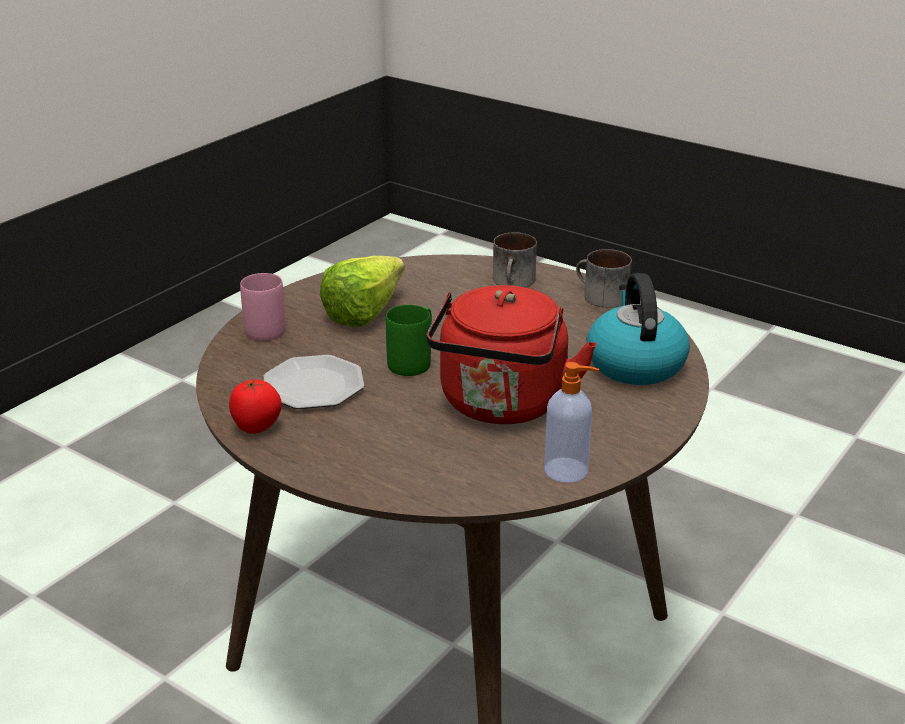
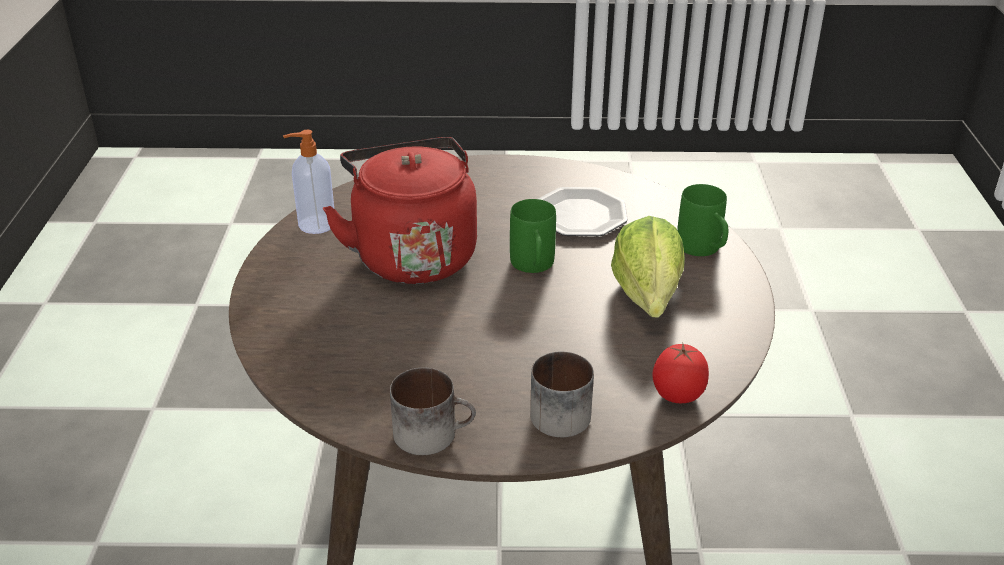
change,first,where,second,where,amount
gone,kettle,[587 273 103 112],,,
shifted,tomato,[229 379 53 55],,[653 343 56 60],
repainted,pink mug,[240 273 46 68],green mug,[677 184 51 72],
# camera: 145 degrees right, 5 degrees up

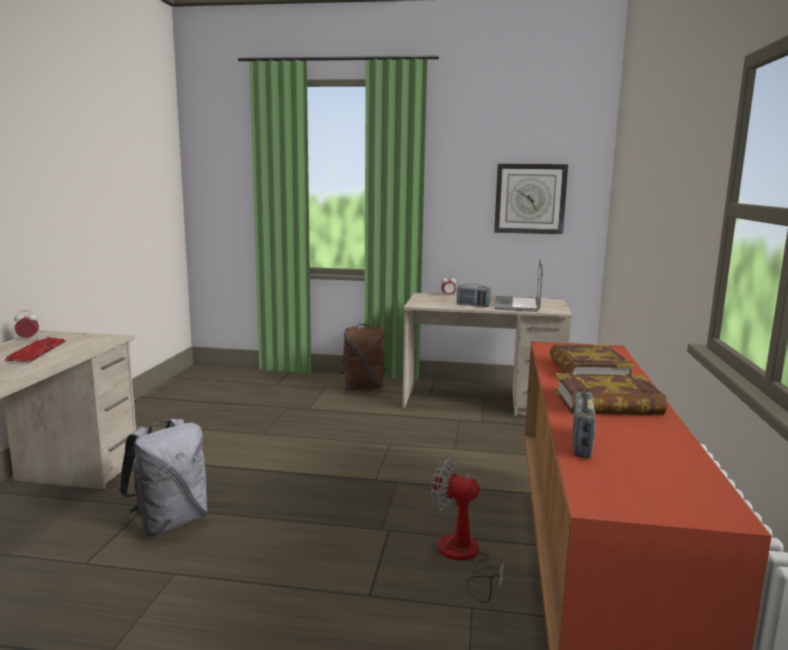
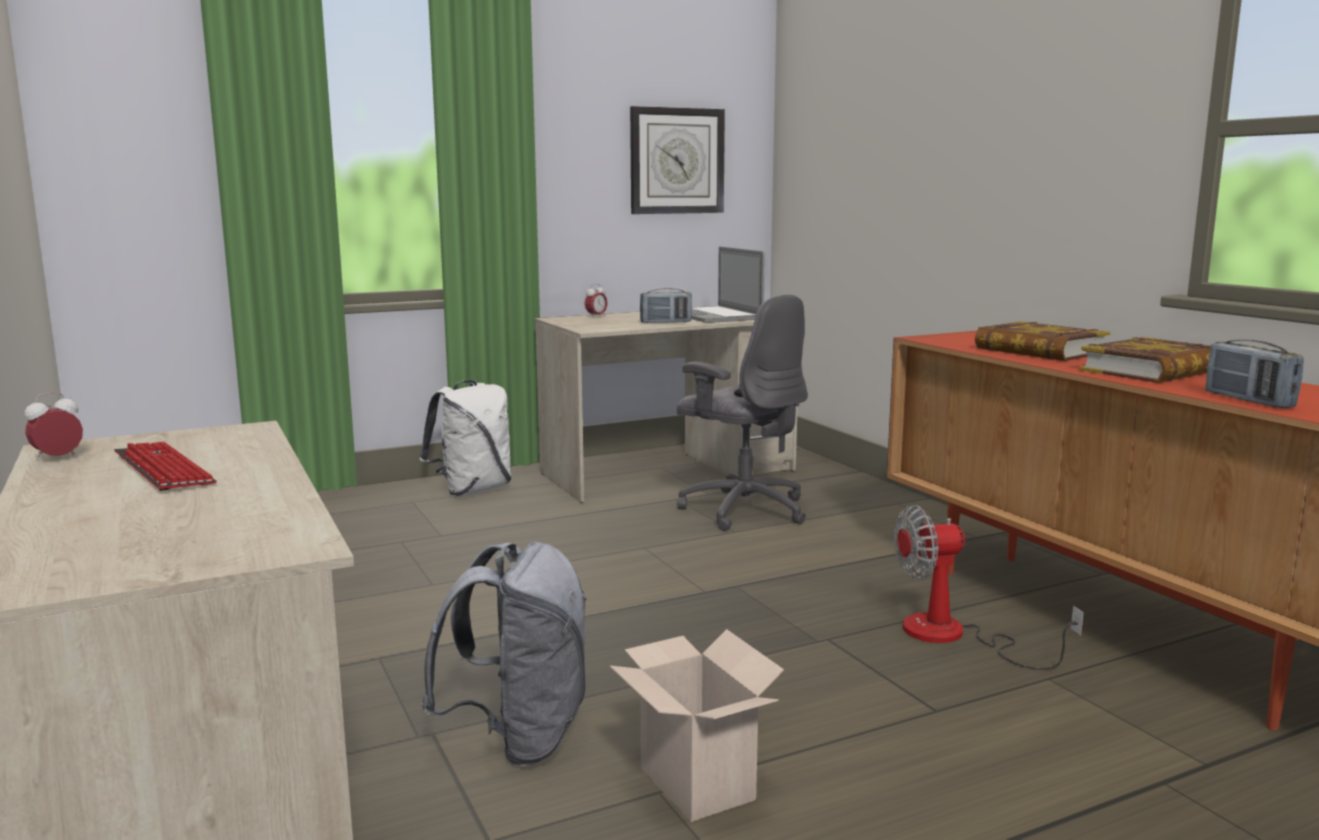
change,first,where,second,where,amount
new,,,cardboard box,[610 629 174 193],
new,,,grey office chair,[677 295 131 236],
repainted,brown backpack,[340 324 46 66],white backpack,[420 380 91 117],
# camera: 35 degrees left, 0 degrees up

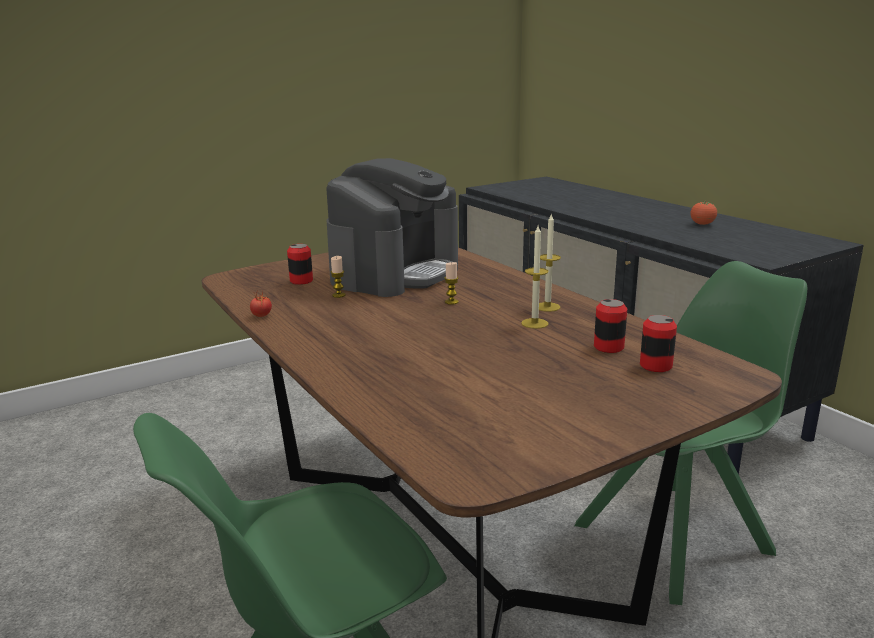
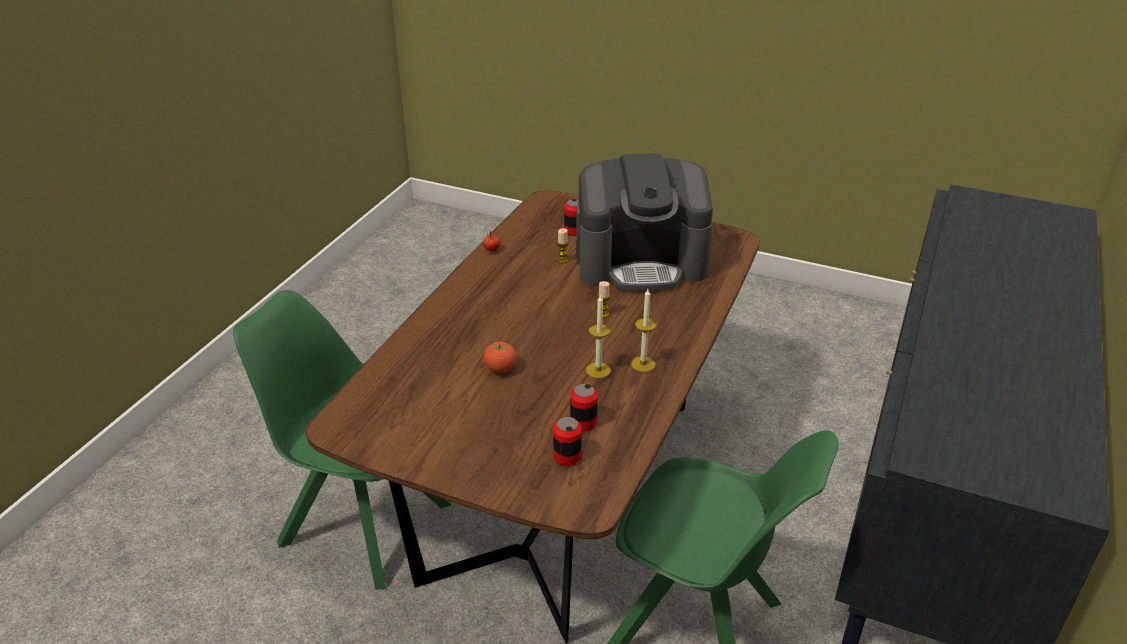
change,first,where,second,where,amount
shifted,tomato,[690 200 27 25],,[483 342 34 31],
# camera: 55 degrees right, 15 degrees up

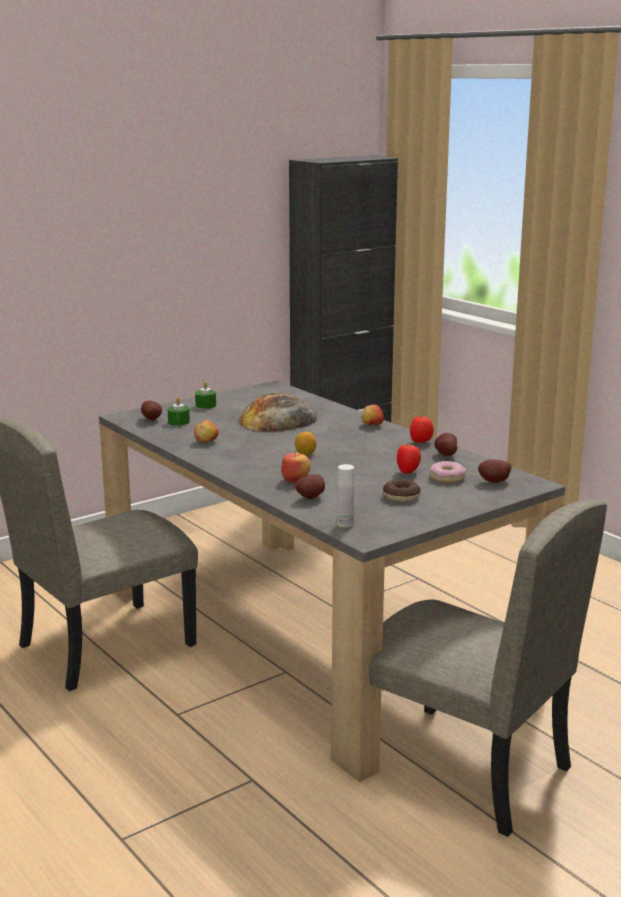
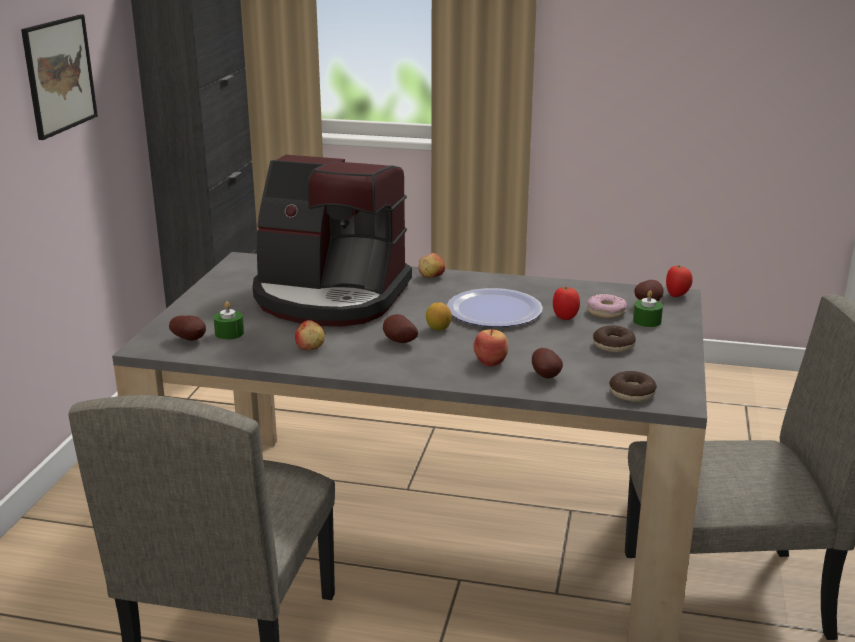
change,first,where,second,where,amount
new,,,picture,[21 14 77 126],
new,,,plate,[447 288 96 39],
shifted,green candle,[195 382 21 27],,[633 291 30 36],
shifted,tomato,[410 415 24 28],,[666 265 27 32],
shifted,potato,[434 433 23 23],,[383 314 35 29],
swapped,bread,[239 393 79 39],coffee machine,[253 155 159 171],
swapped,white bottle,[337 464 17 64],donut,[609 371 48 31],
# camera: 40 degrees left, 5 degrees up

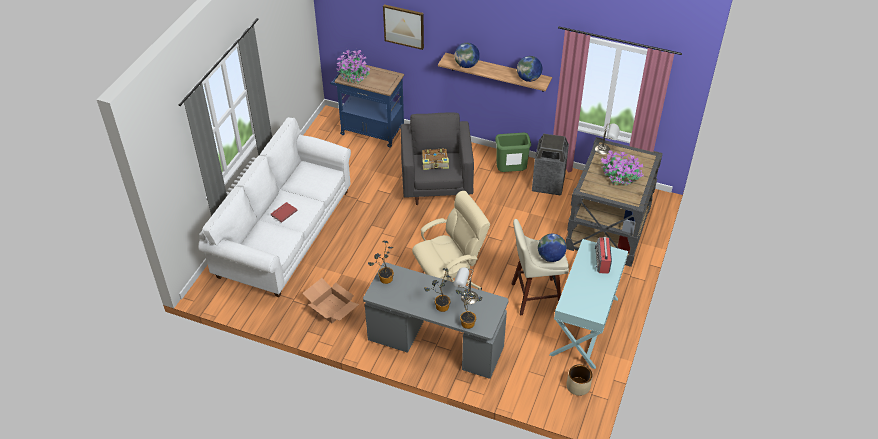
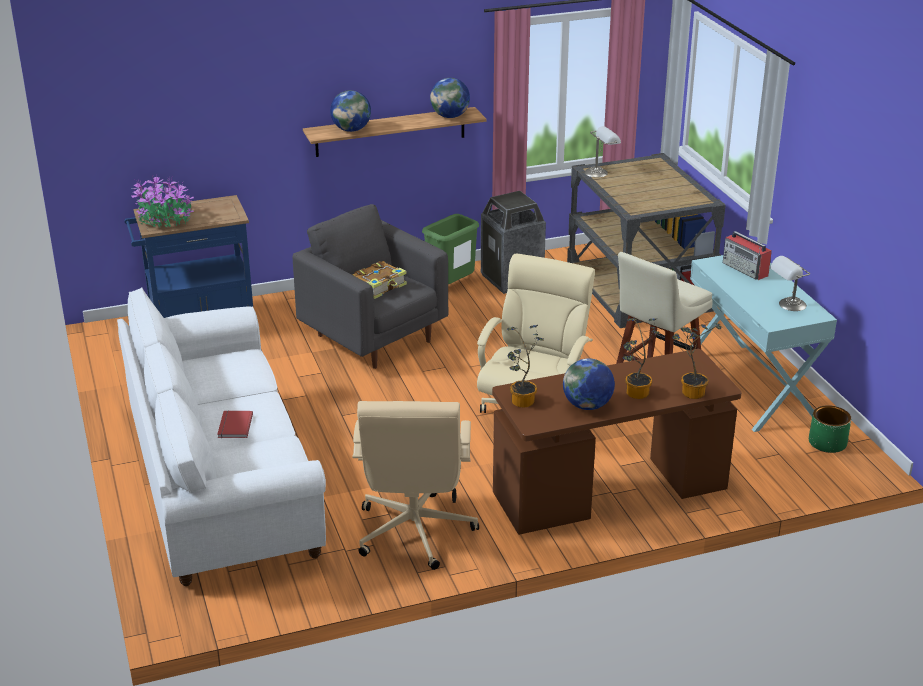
change,first,where,second,where,amount
gone,picture,[383 4 41 46],,,
gone,potted plant,[601 150 43 36],,,
shifted,white table lamp,[453 267 25 37],,[770 256 40 55],
shifted,globe,[538 234 28 28],,[563 358 52 52],
swapped,cardboard box,[303 278 56 45],beige office chair,[352 401 127 169],
repainted,grey desk,[363 262 146 117],brown desk,[492 349 250 186],
repainted,beige planter,[567 364 26 32],green planter,[809 405 42 48],
# camera: 40 degrees left, 15 degrees down

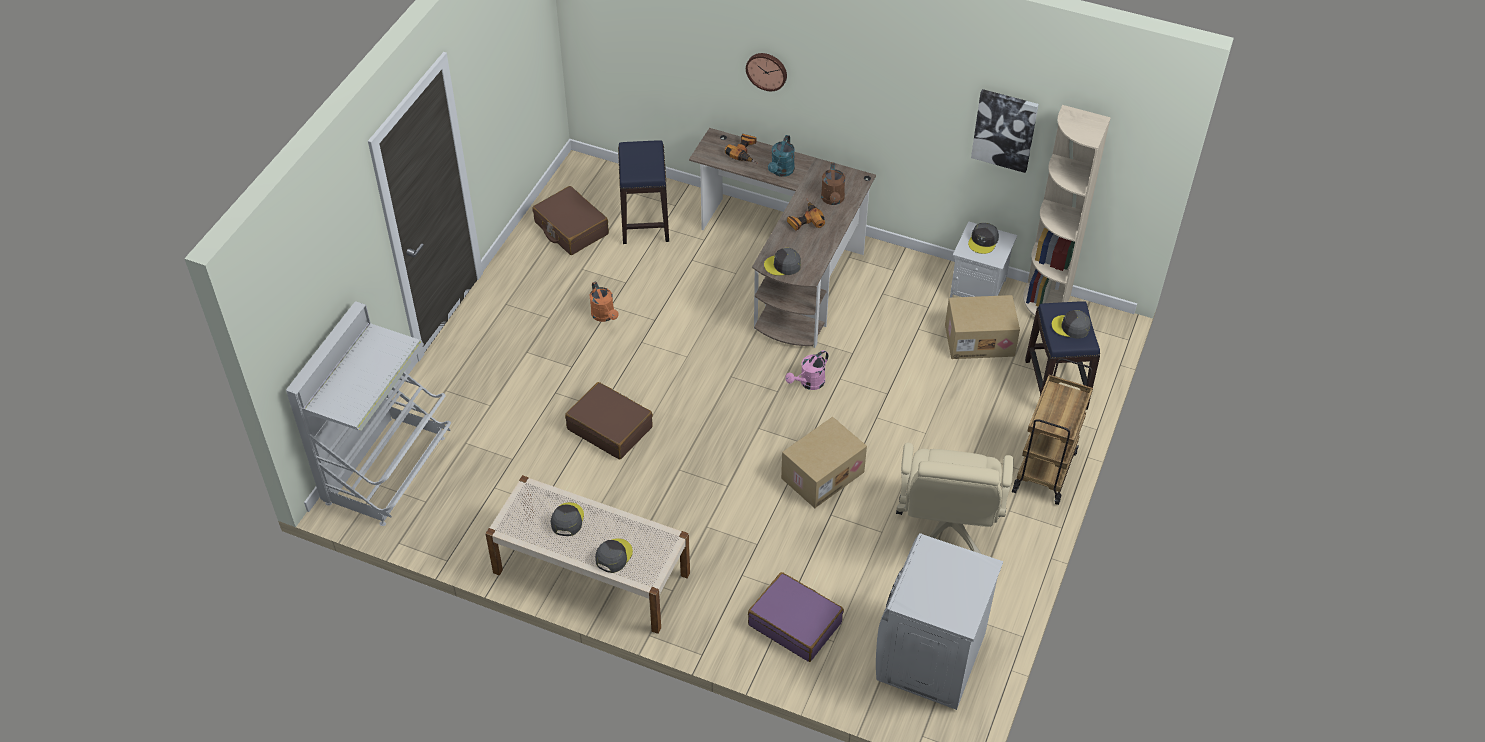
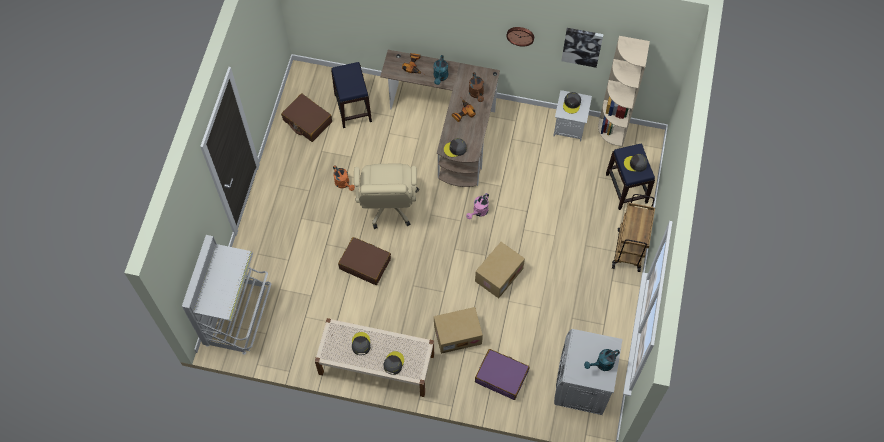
change,first,where,second,where,amount
new,,,turquoise watering can,[584 349 36 22],
shifted,wall clock,[746 53 41 38],,[506 27 28 20],
shifted,beige office chair,[896 443 117 111],,[354 163 65 66],
shifted,cardboard box,[945 295 75 64],,[434 307 49 47],
# camera: 10 degrees left, 15 degrees up

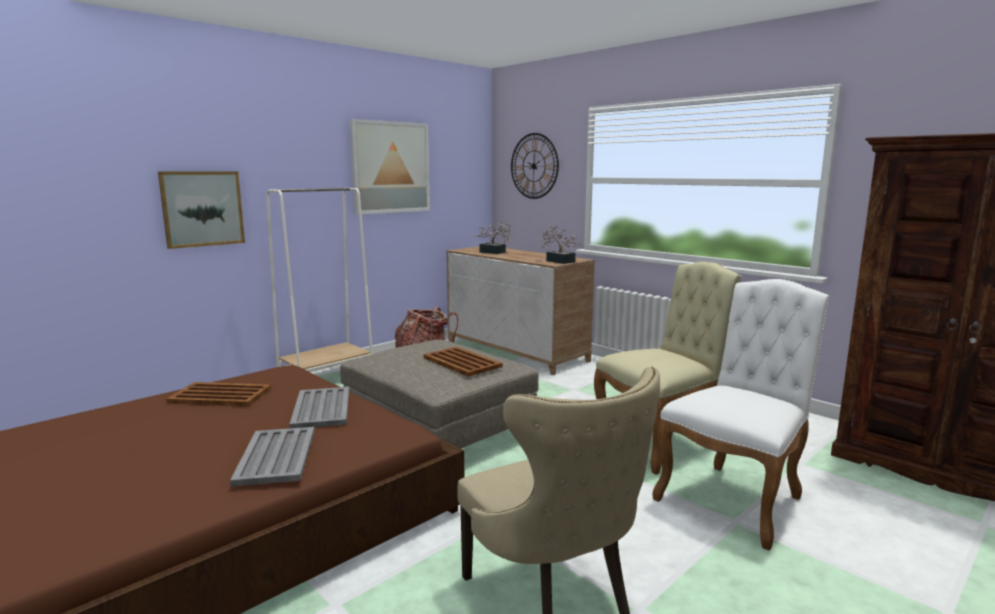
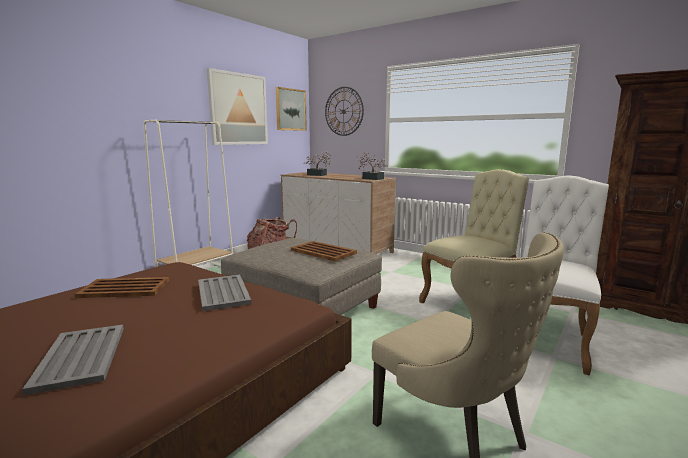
change,first,where,second,where,amount
shifted,picture,[158 172 87 77],,[276 87 31 44],
shifted,grey tray,[230 427 85 59],,[22 325 102 70],
# camera: 10 degrees left, 0 degrees up

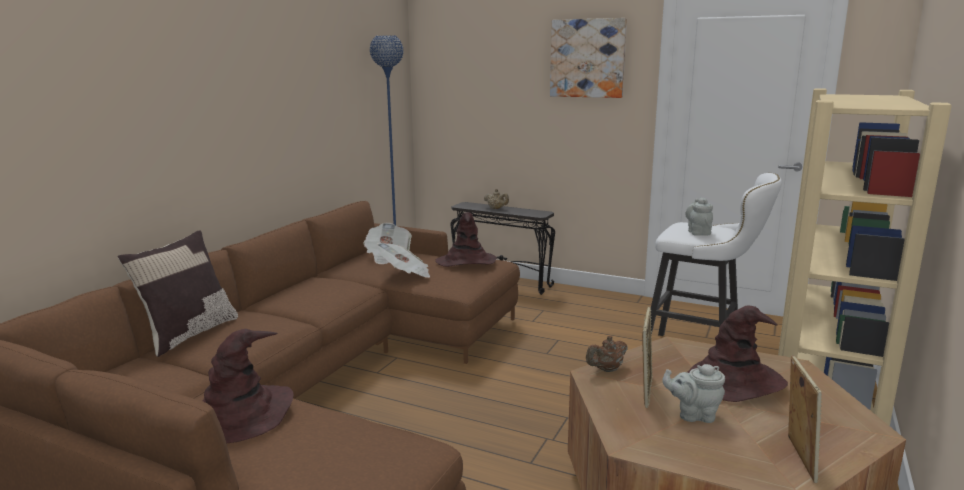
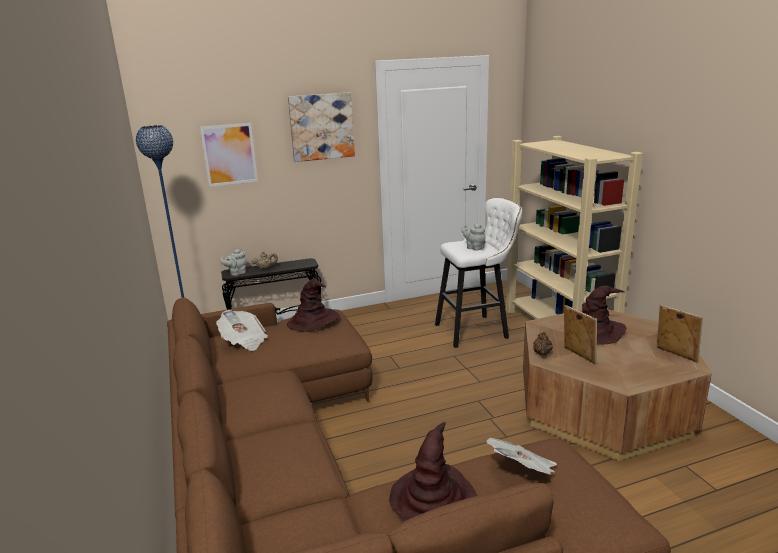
change,first,where,second,where,amount
gone,pillow,[118 230 120 127],,,
new,,,picture,[200 123 58 64],
shifted,newspaper,[377 243 53 35],,[486 438 71 37],
shifted,grey teapot,[662 364 63 59],,[220 249 26 27],
# camera: 45 degrees left, 5 degrees up

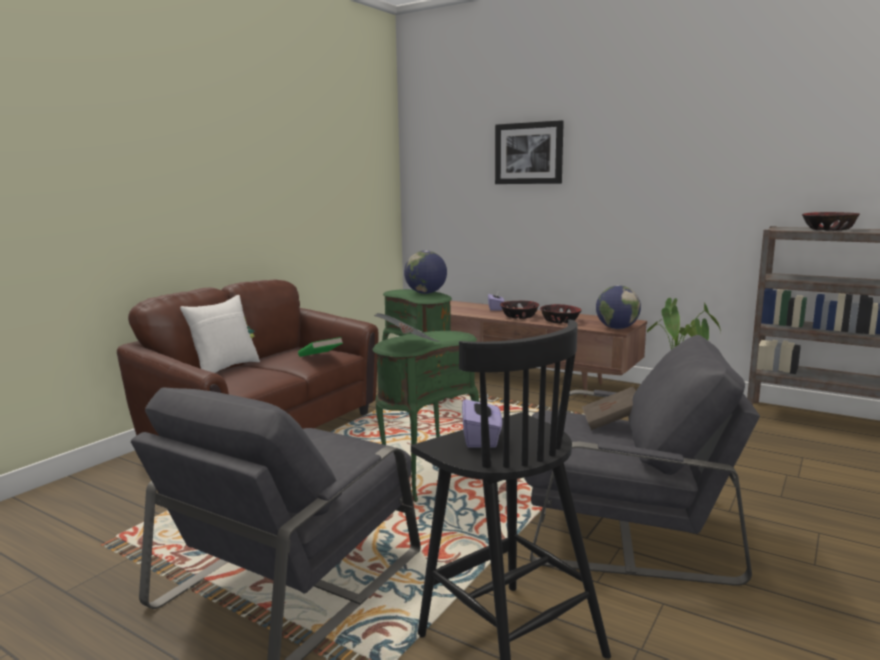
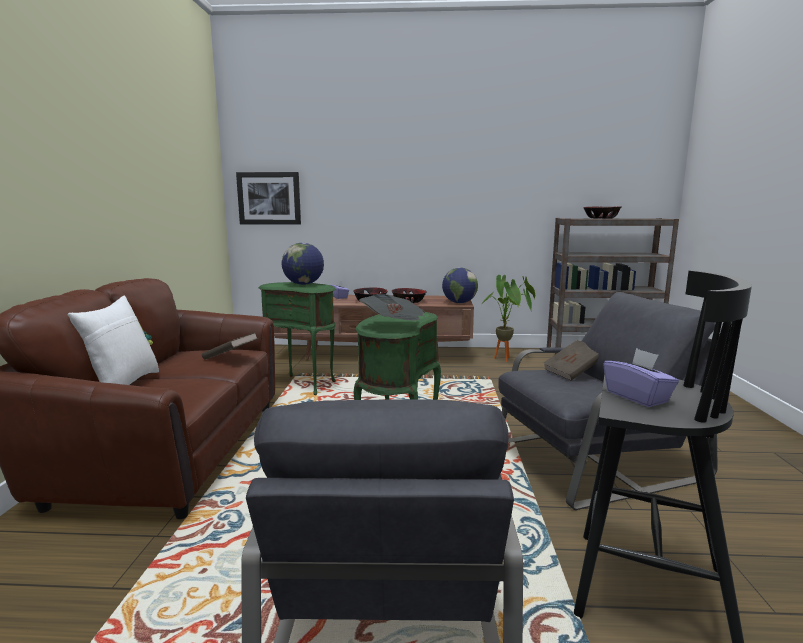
change,first,where,second,where,amount
shifted,picture,[495 120 69 64],,[236 172 65 53],
repainted,green book,[298 337 45 20],brown book,[202 332 56 28],
# camera: 30 degrees left, 0 degrees up

